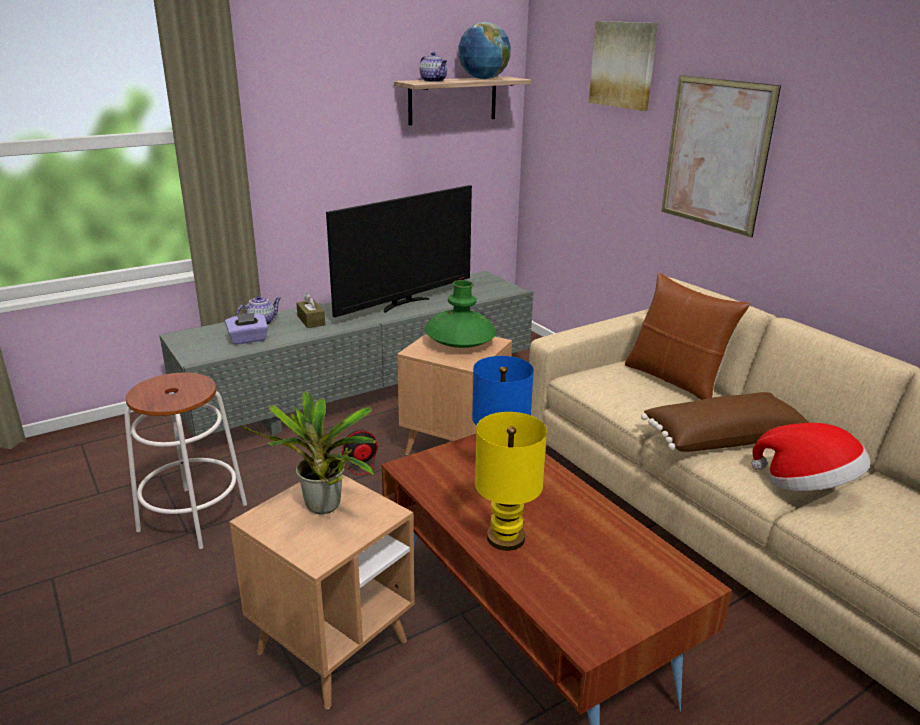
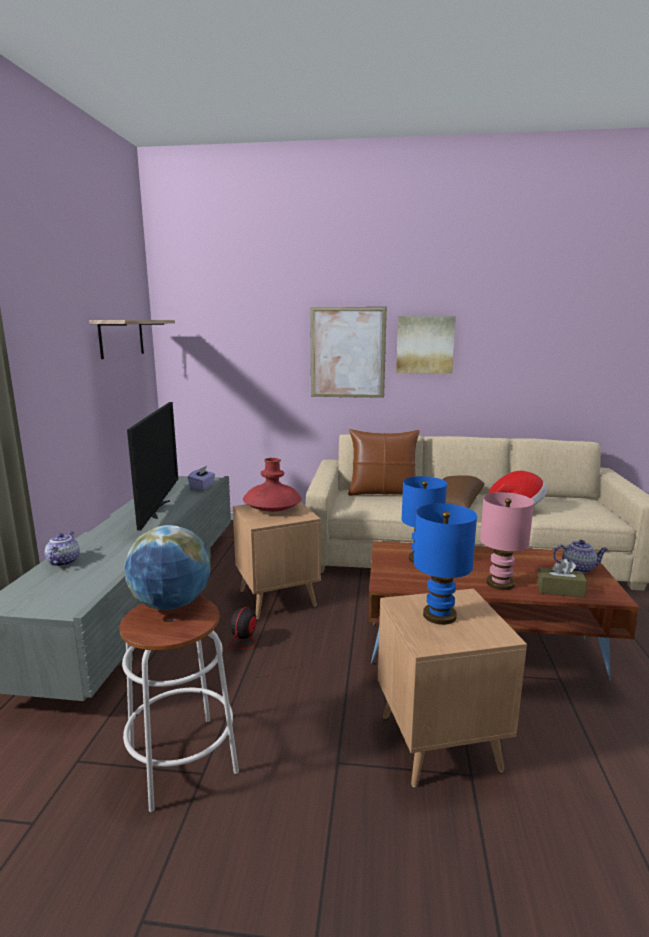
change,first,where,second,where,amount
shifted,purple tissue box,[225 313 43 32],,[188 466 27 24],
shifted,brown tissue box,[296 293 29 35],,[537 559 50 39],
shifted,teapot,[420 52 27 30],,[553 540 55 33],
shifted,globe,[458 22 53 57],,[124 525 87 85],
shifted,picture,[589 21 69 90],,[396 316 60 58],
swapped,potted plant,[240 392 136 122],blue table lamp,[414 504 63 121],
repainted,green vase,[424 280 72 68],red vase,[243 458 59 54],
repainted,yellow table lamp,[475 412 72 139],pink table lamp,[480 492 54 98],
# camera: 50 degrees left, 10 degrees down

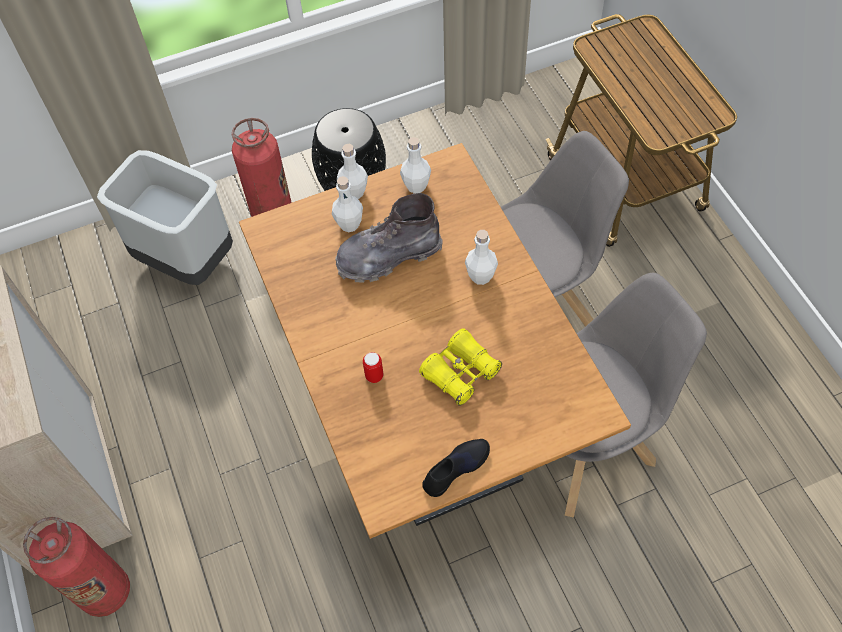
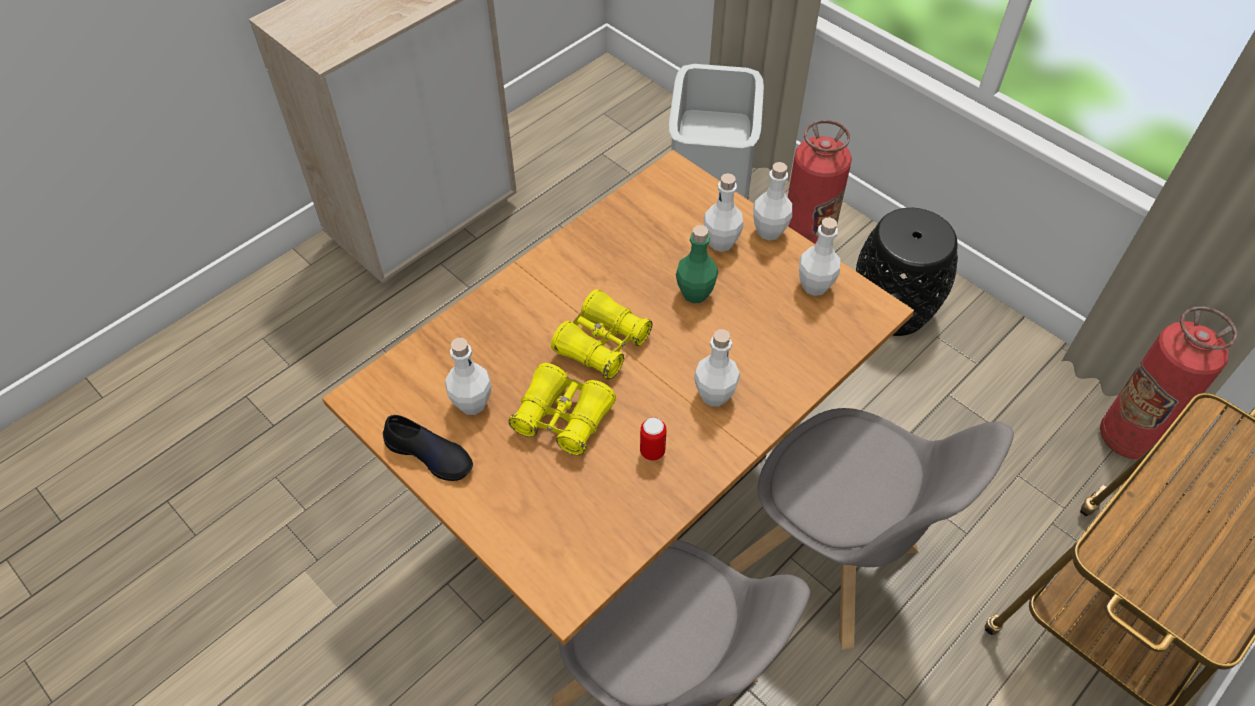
change,first,where,second,where,amount
new,,,white bottle,[445 338 46 77],
new,,,yellow binoculars,[551 289 101 90],
shifted,fire extinguisher,[23 517 107 100],,[1100 307 137 152],
shifted,can,[363 352 20 31],,[640 417 26 44],
swapped,grey boot,[335 193 108 89],green bottle,[676 225 42 78],
# camera: 65 degrees right, 5 degrees down

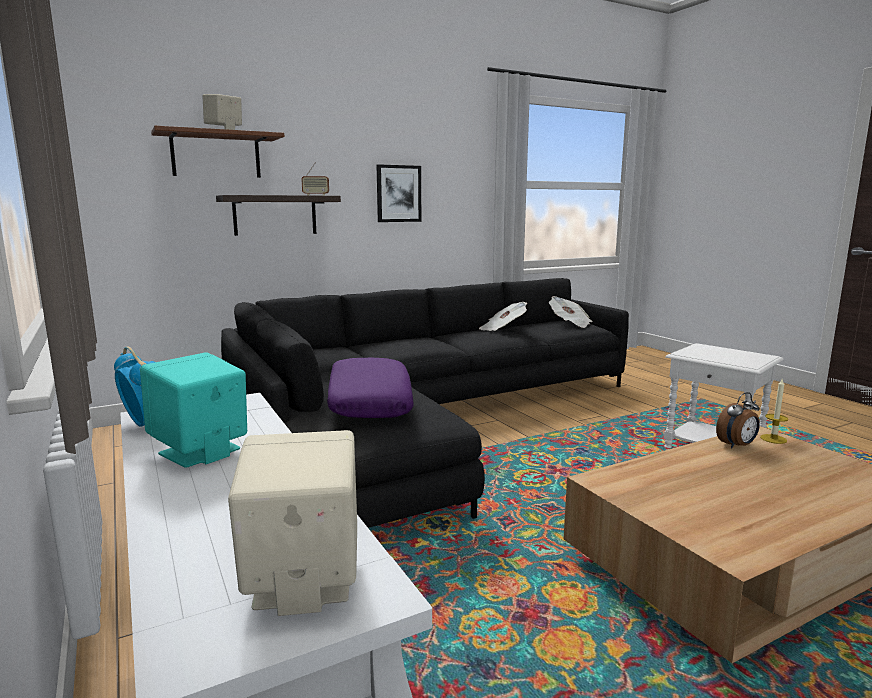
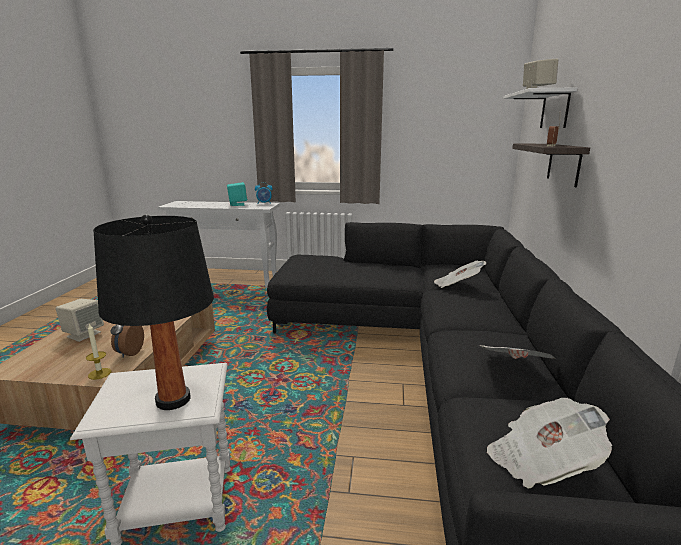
change,first,where,second,where,amount
gone,purple pillow,[327 358 87 60],,,
gone,picture,[376 164 45 58],,,
new,,,black table lamp,[93 214 121 196],
new,,,newspaper,[434 261 52 27],
shifted,beige speaker,[228 430 129 186],,[56 299 48 43],
repainted,brown shelf,[151 126 133 52],white shelf,[503 87 74 41],
# camera: 125 degrees right, 5 degrees up

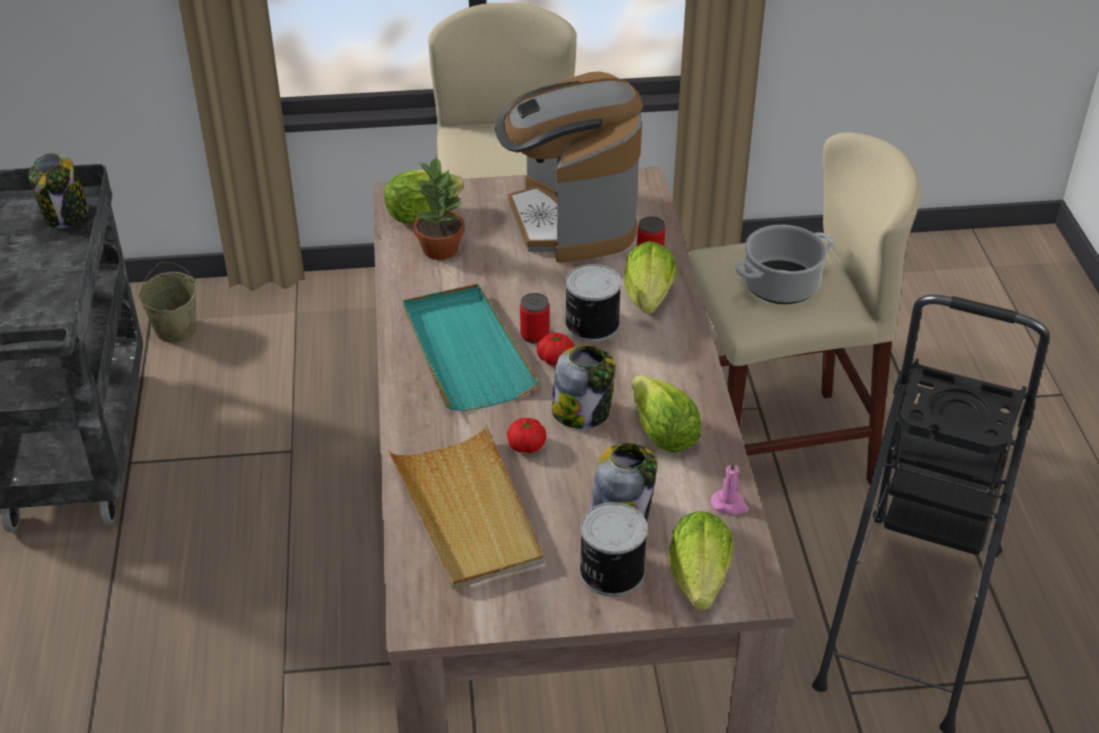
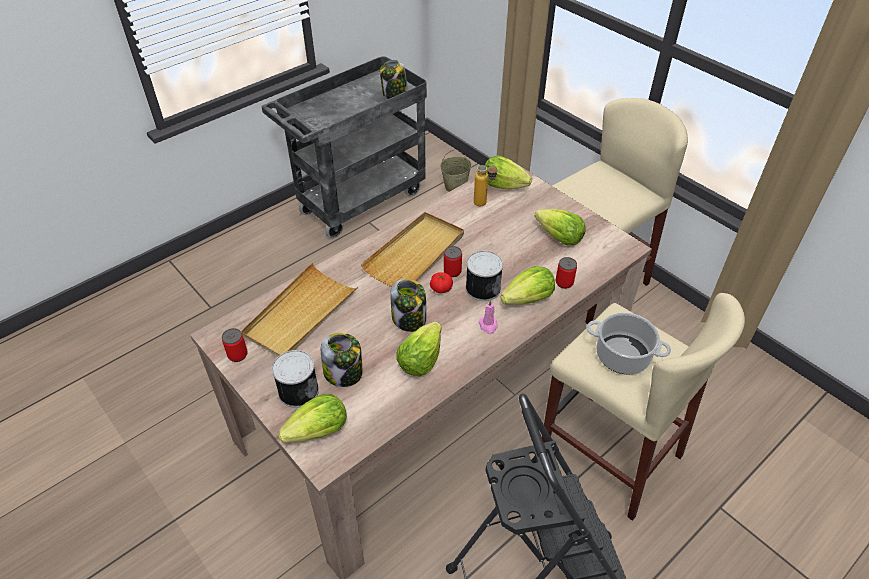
change,first,where,second,where,amount
gone,tomato,[507 418 39 35],,,
new,,,can,[222 328 26 34],
shifted,pink candle,[711 460 38 55],,[478 300 20 34],
swapped,potted plant,[414 156 51 104],bottle,[474 164 24 42],
swapped,coffee machine,[495 71 148 192],lettuce,[534 209 52 36],
repainted,turquoise tray,[403 284 136 127],beige tray,[361 212 103 75],
# camera: 55 degrees right, 5 degrees up

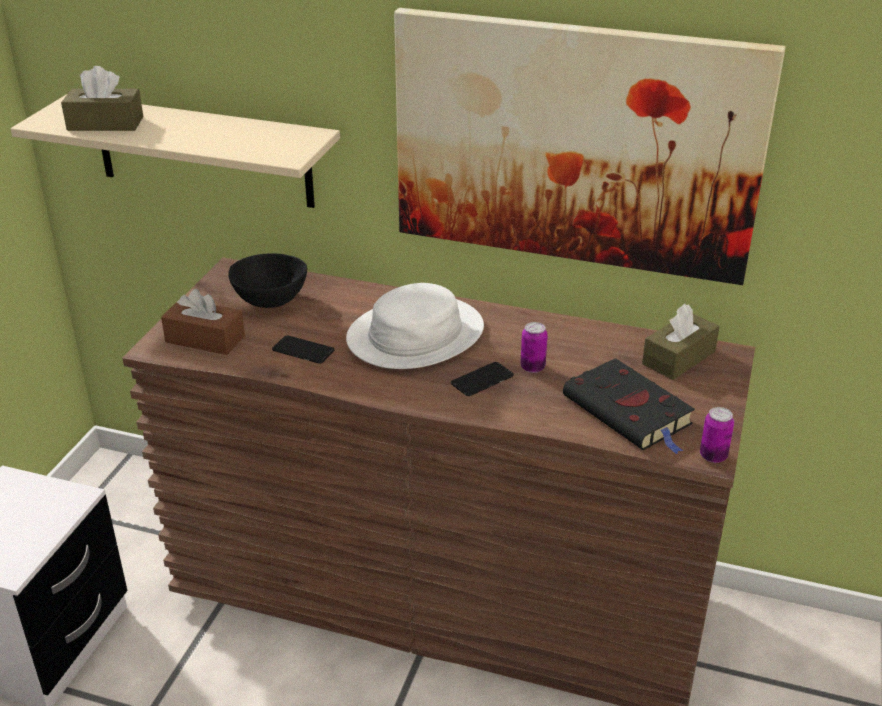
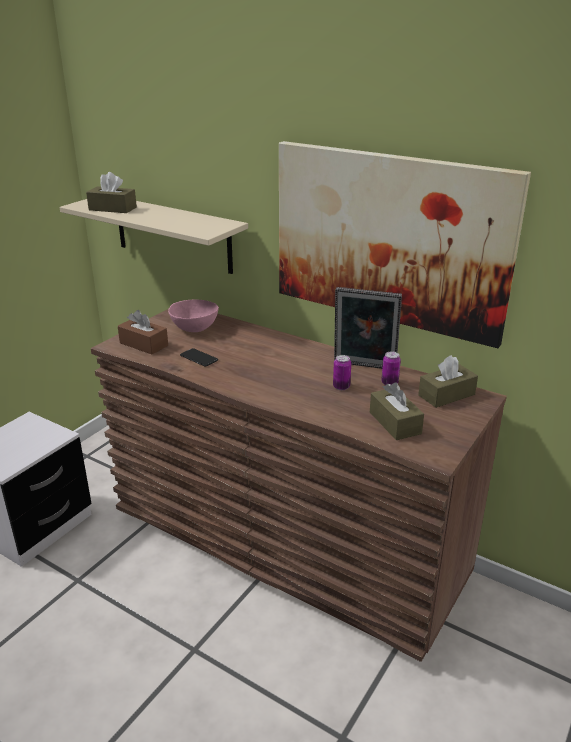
change,first,where,second,where,amount
gone,white hat,[346 283 138 86],,,
gone,phone,[451 362 63 34],,,
new,,,picture frame,[334 287 68 82],
shifted,can,[700 407 34 56],,[381 351 20 34],
swapped,black book,[563 358 132 96],brown tissue box,[370 382 54 58],
repainted,black bowl,[228 253 79 55],pink bowl,[168 299 51 33],
# camera: 15 degrees right, 5 degrees down

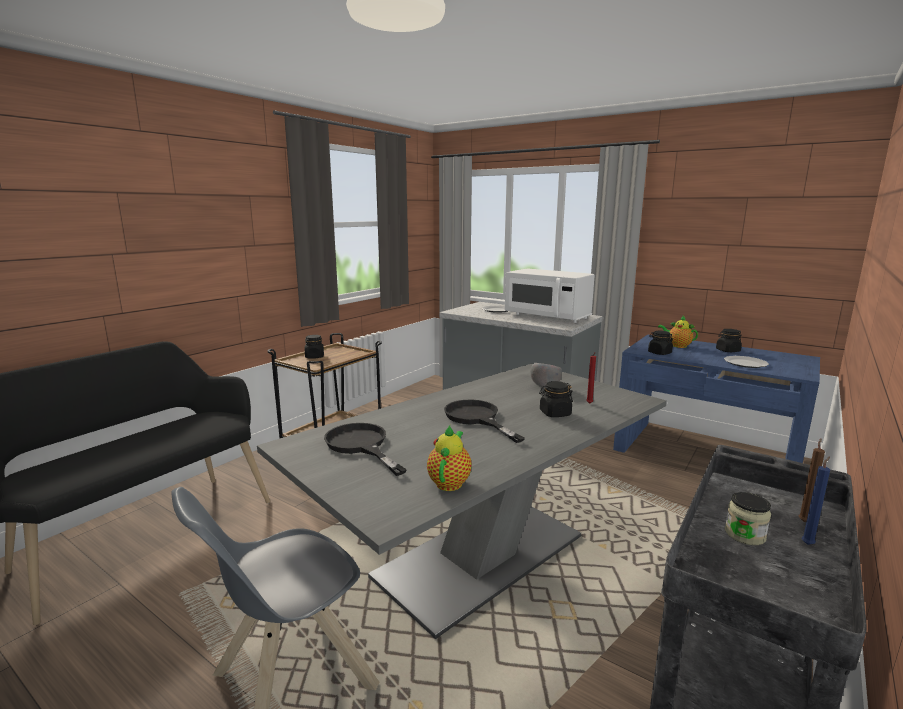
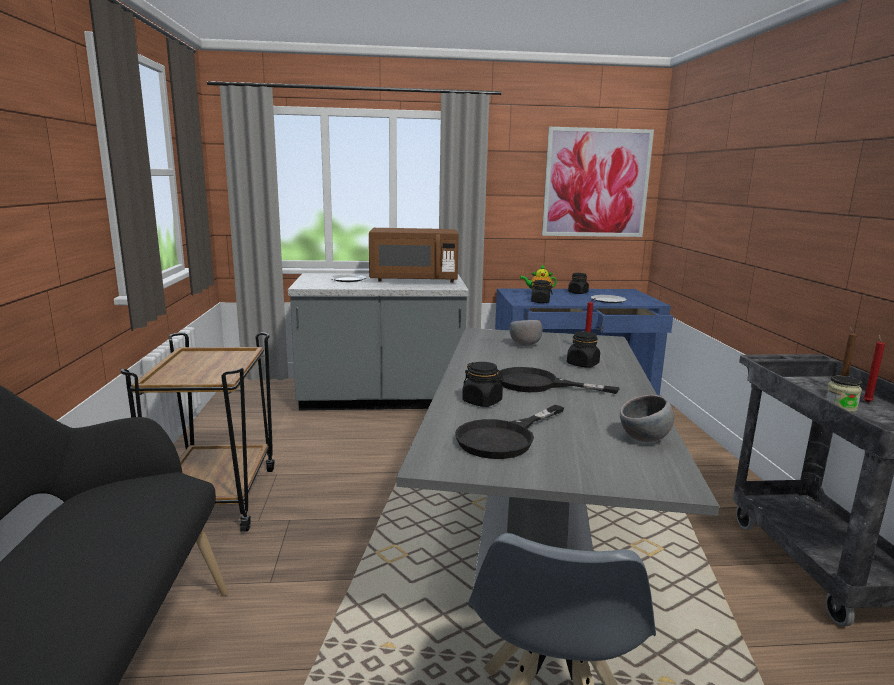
change,first,where,second,where,amount
new,,,picture,[542 127 112 110],
shifted,black jar,[305 335 19 24],,[462 362 42 45],
swapped,teapot,[427 425 45 66],grey bowl,[620 395 54 47],
repainted,white microwave,[505 268 90 55],brown microwave,[369 228 90 55],
repainted,blue candle,[801 456 29 89],red candle,[863 335 22 67],
rotated,black frying pan,[324 423 83 53],,[455 405 109 54],60 degrees counterclockwise
# camera: 40 degrees left, 0 degrees up

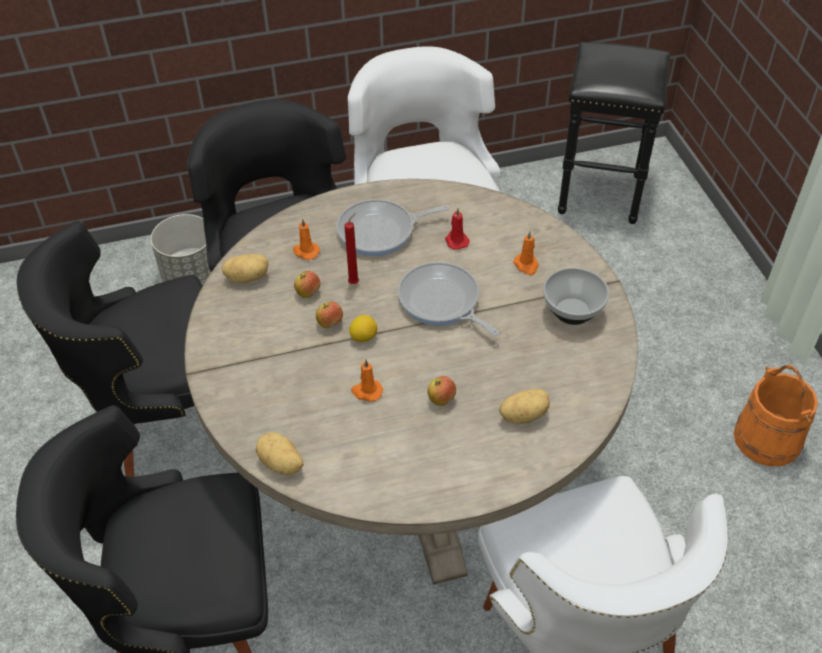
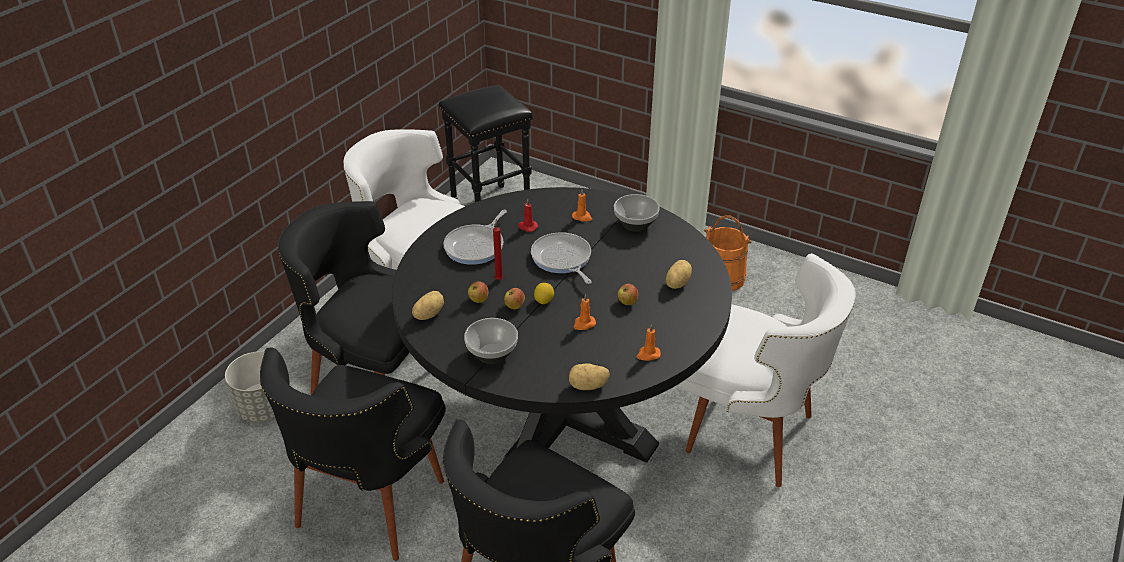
change,first,where,second,where,amount
new,,,bowl,[464 318 54 46],
shifted,orange candle,[293 218 27 42],,[637 324 24 37],
repainted,beige dining table,[185 179 453 406],black dining table,[392 187 340 276],
rotated,frying pan,[398 262 101 74],,[531 232 61 52],60 degrees clockwise
# camera: 45 degrees left, 10 degrees down

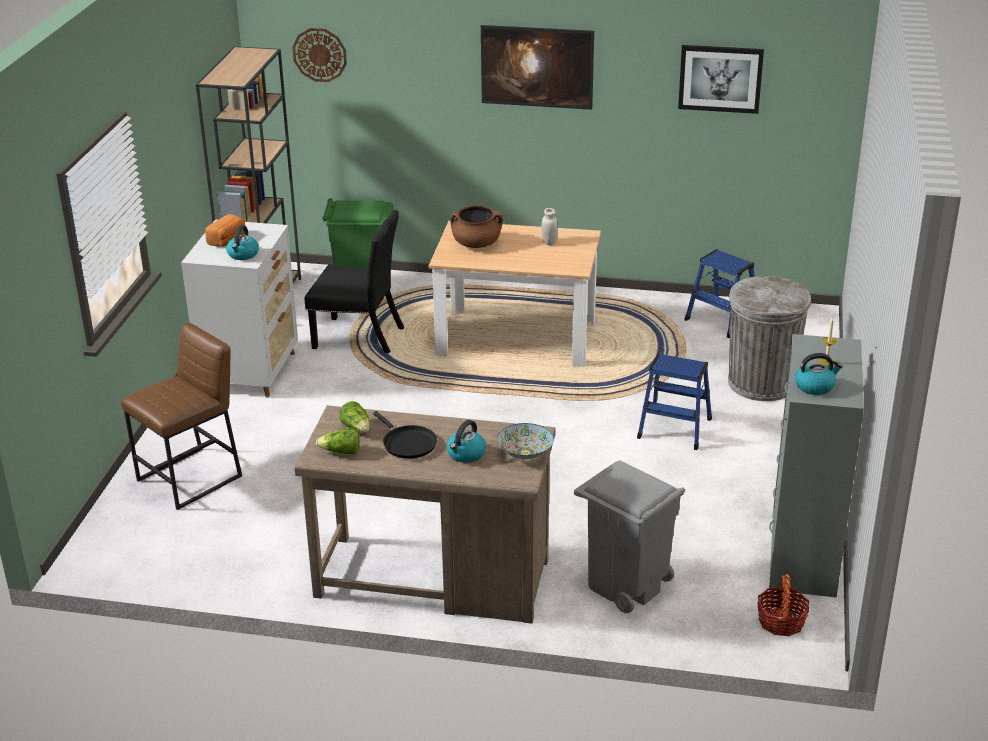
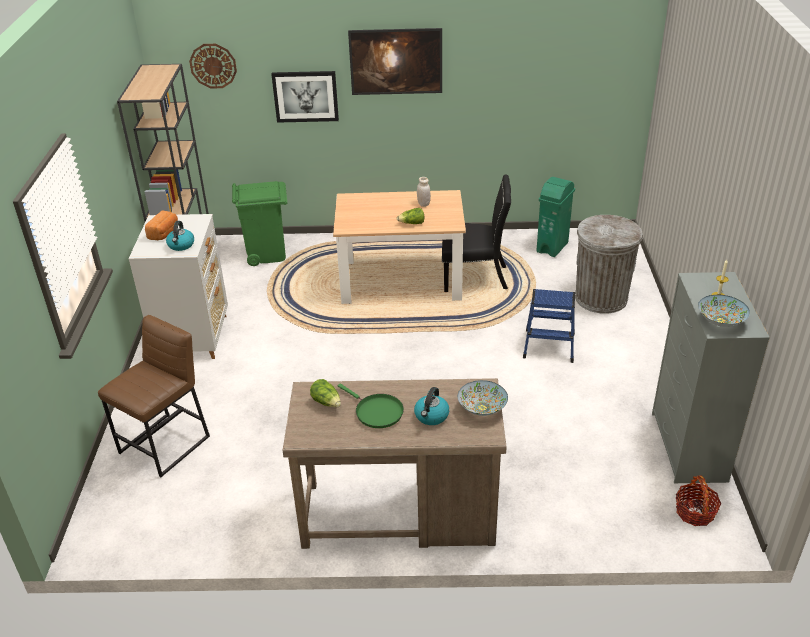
change,first,where,second,where,amount
gone,brown cooking pot,[450 205 53 43],,,
gone,grey trash can,[574 461 111 152],,,
shifted,black chair,[305 210 99 143],,[442 175 69 117],
shifted,lettuce,[316 429 44 25],,[397 208 28 16],
shifted,picture,[678 45 86 69],,[271 71 68 52],
swapped,blue step ladder,[684 249 71 89],green trash can,[536 177 39 80],
swapped,kettle,[795 353 48 42],bowl,[698 295 52 32],
repainted,black frying pan,[373 411 64 48],green frying pan,[338 384 66 44],
# camera: 10 degrees left, 5 degrees up

